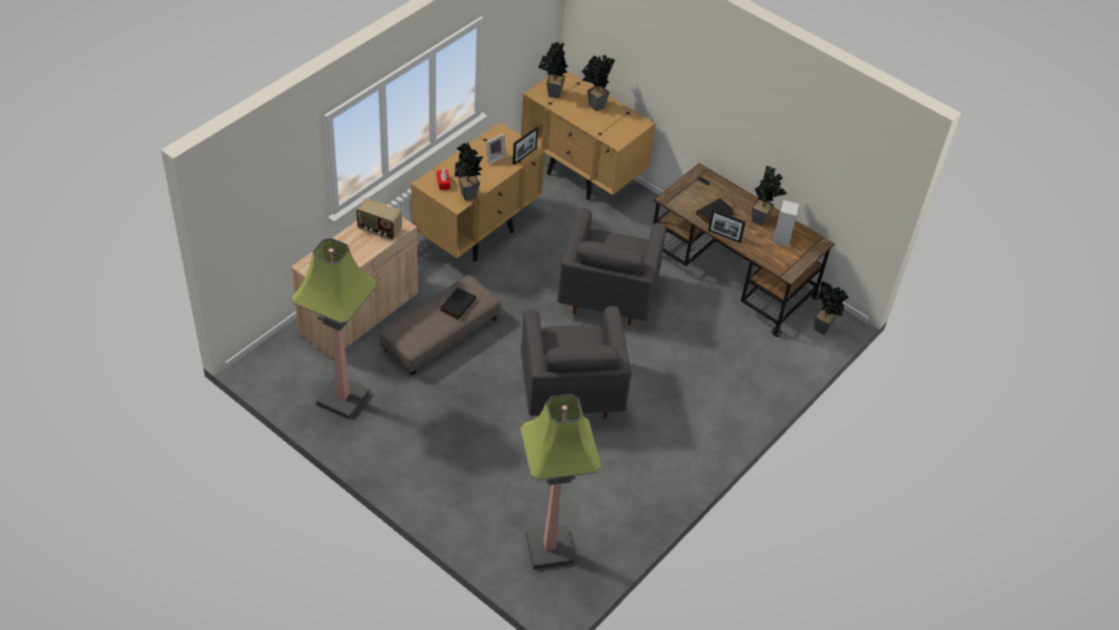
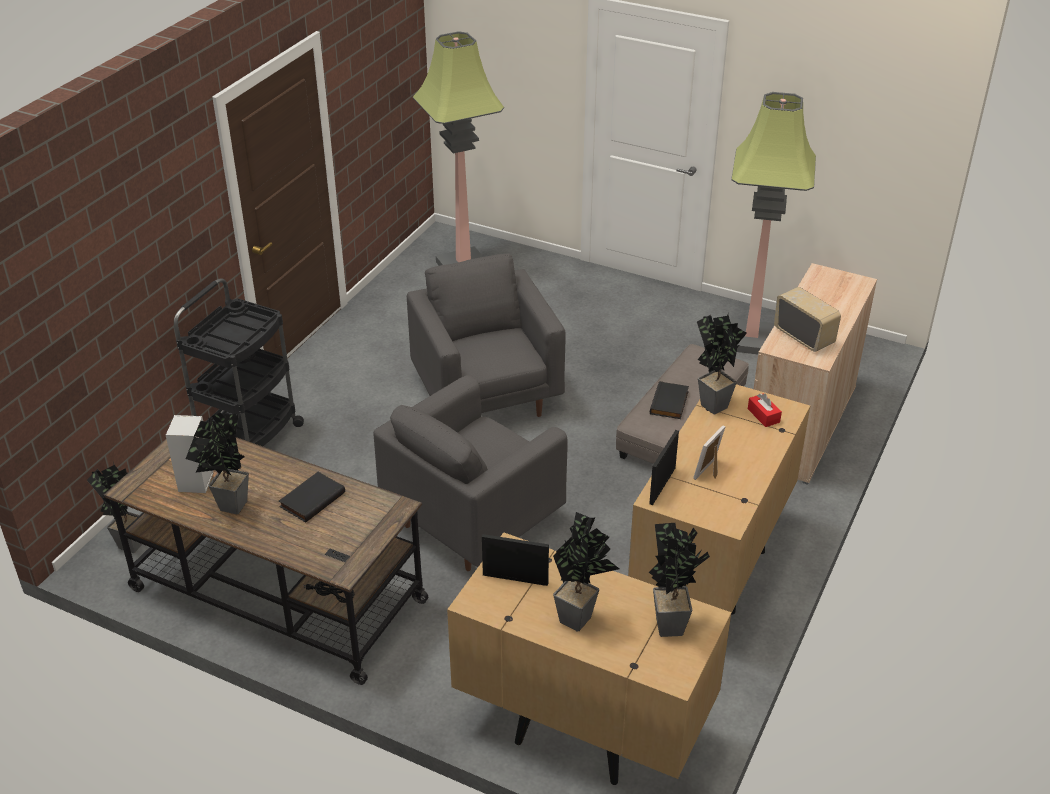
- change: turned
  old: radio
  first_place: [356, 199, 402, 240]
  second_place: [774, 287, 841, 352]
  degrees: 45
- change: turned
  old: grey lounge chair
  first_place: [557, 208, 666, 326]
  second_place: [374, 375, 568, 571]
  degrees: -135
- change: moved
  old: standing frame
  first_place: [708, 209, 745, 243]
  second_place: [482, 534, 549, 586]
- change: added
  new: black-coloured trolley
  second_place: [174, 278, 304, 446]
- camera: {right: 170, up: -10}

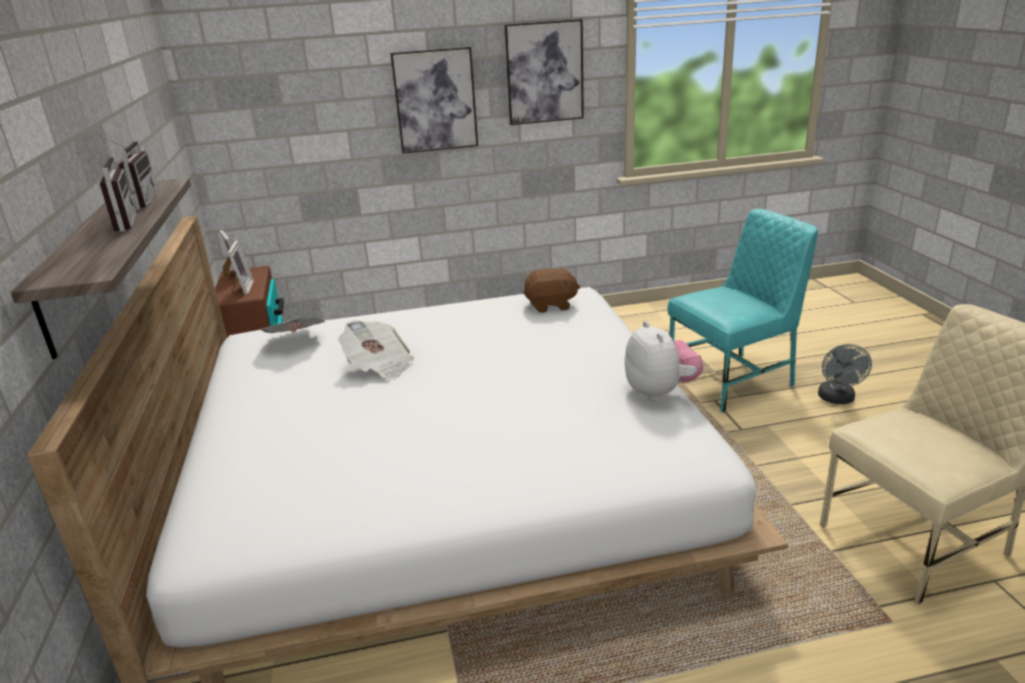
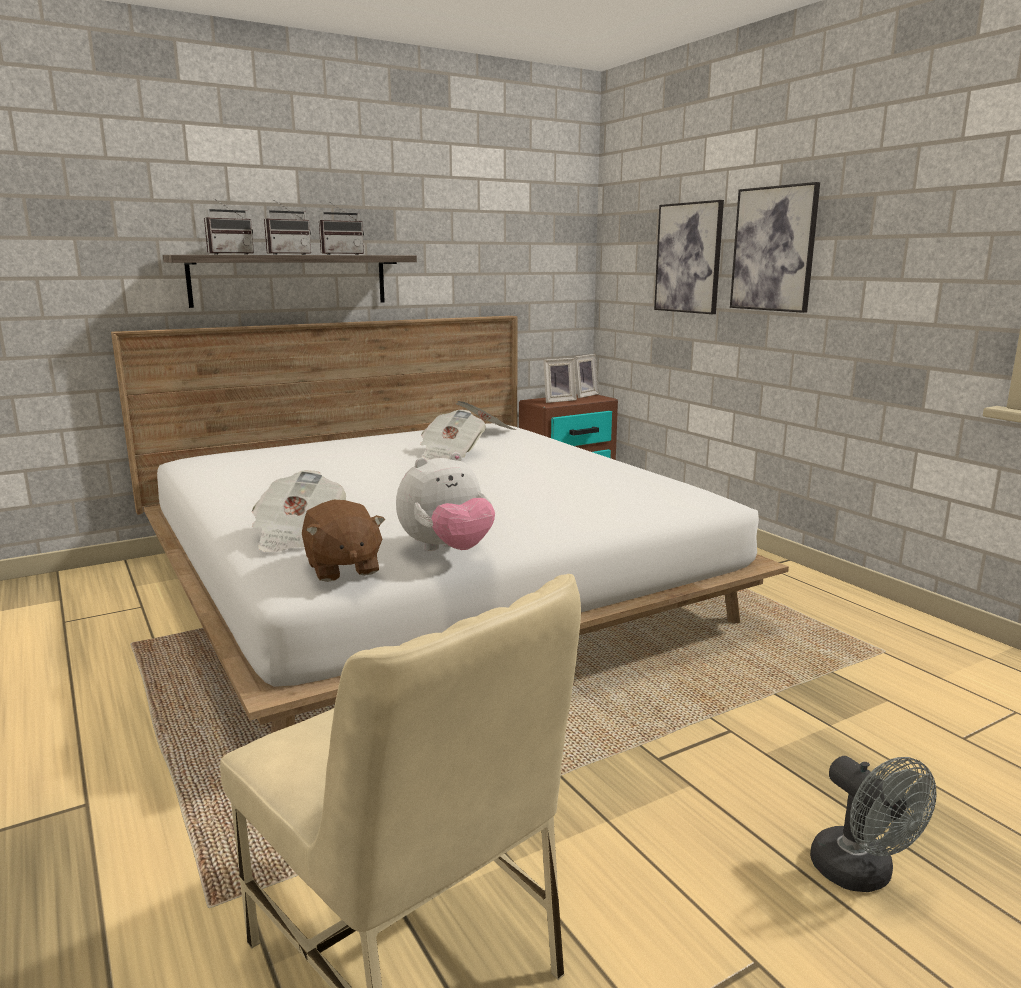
- change: moved
  old: picture
  first_place: [504, 19, 584, 125]
  second_place: [654, 200, 724, 314]
- change: moved
  old: brown cuddly toy
  first_place: [523, 267, 581, 313]
  second_place: [302, 500, 385, 582]
- change: removed
  old: turquoise plain chair
  first_place: [668, 209, 818, 412]
- change: turned
  old: grey fan
  first_place: [818, 344, 872, 404]
  second_place: [810, 756, 937, 892]
  degrees: -105
- change: added
  new: radio
  second_place: [204, 198, 254, 255]
- change: added
  new: daily paper
  second_place: [252, 470, 346, 552]
- camera: {right: 70, up: -10}

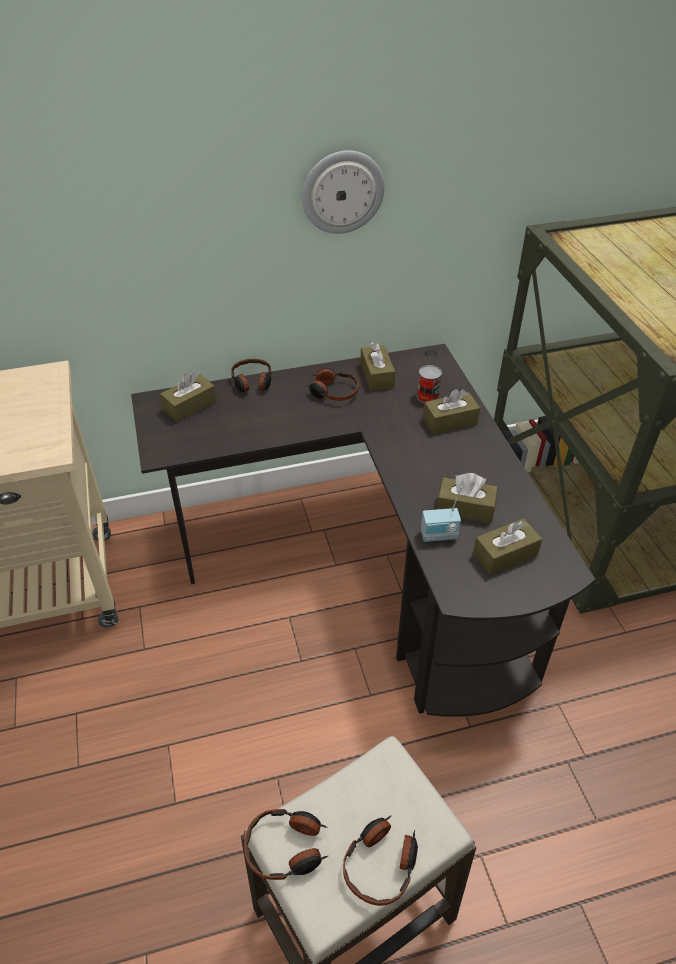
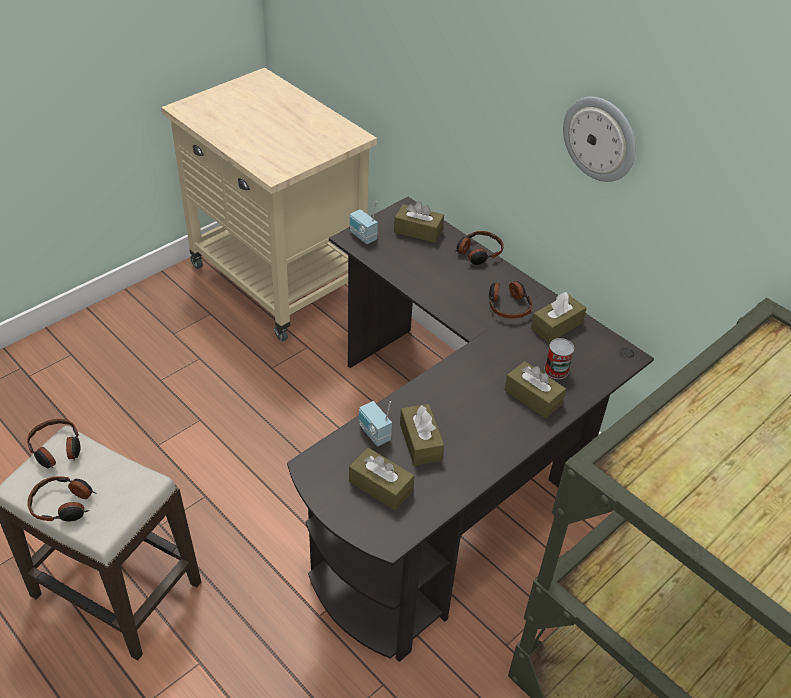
- change: added
  new: radio
  second_place: [350, 201, 378, 244]
- camera: {right: 60, up: 0}

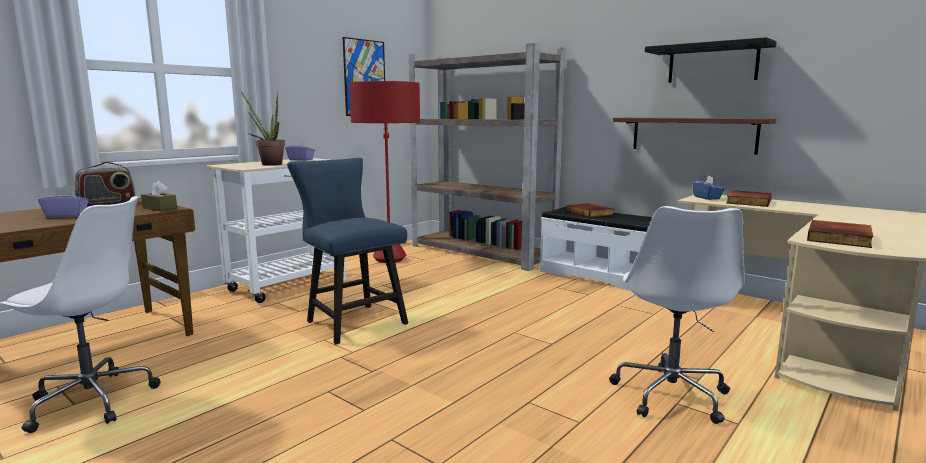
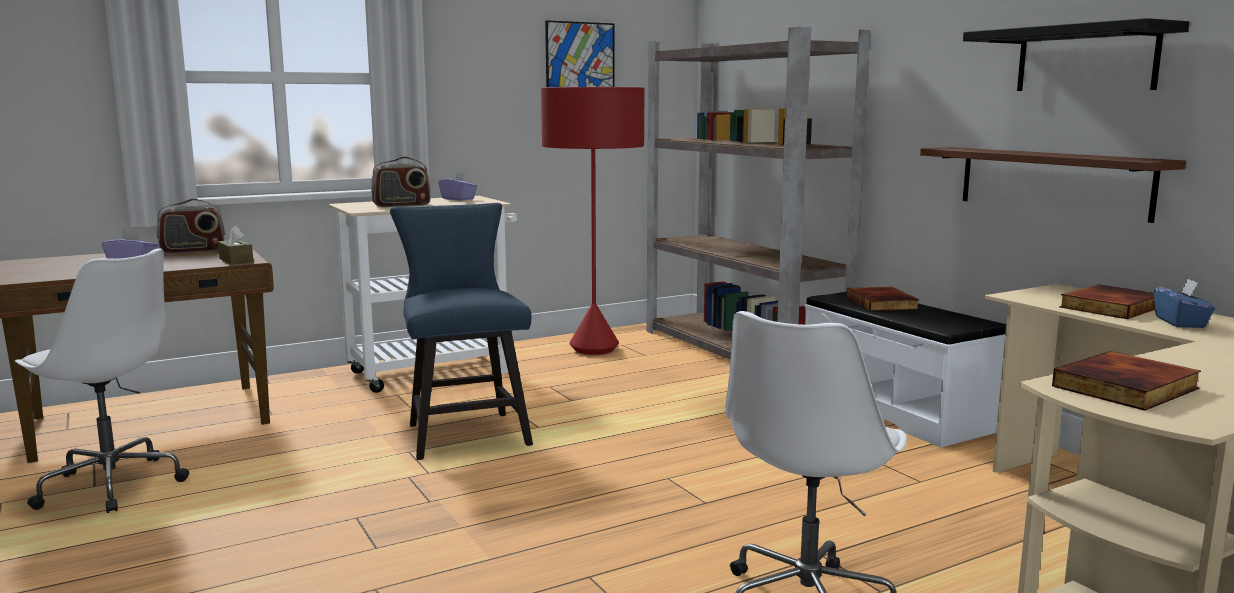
- change: replaced
  old: potted plant
  new: radio
  first_place: [241, 92, 285, 166]
  second_place: [371, 156, 431, 207]
- change: moved
  old: blue-coloured box of tissues
  first_place: [692, 176, 724, 200]
  second_place: [1154, 278, 1215, 328]
- camera: {right: 20, up: 0}

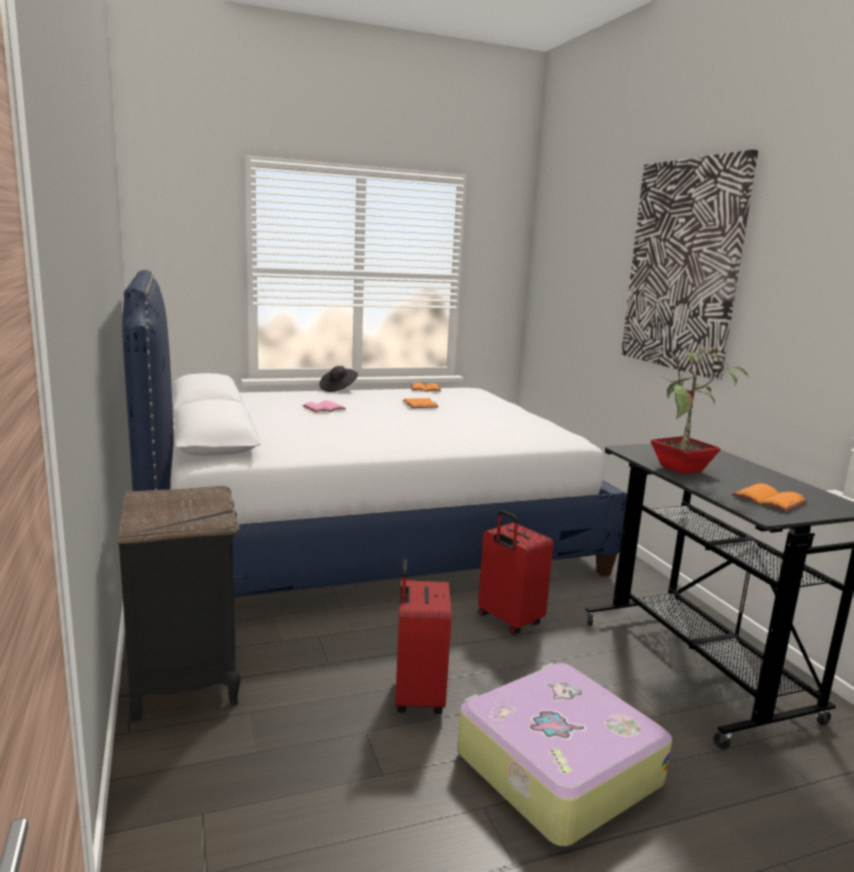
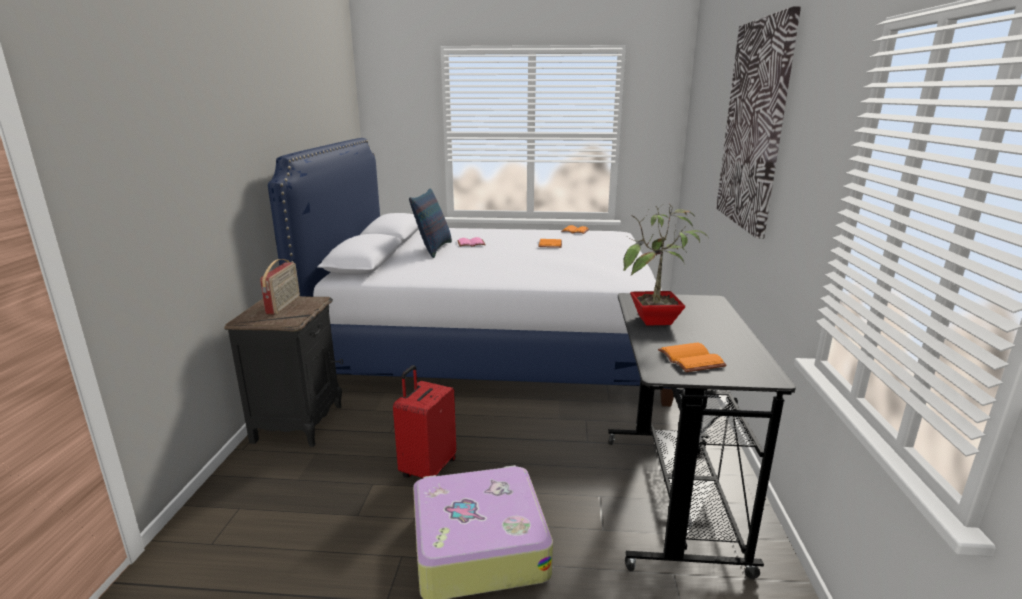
- change: removed
  old: black-coloured wearable hat
  first_place: [319, 366, 358, 392]
- change: removed
  old: red-coloured suitcase
  first_place: [478, 510, 553, 634]
- change: added
  new: radio
  second_place: [260, 259, 300, 315]
- change: added
  new: blue-coloured throw pillow
  second_place: [409, 189, 452, 258]
- camera: {right: 25, up: 5}

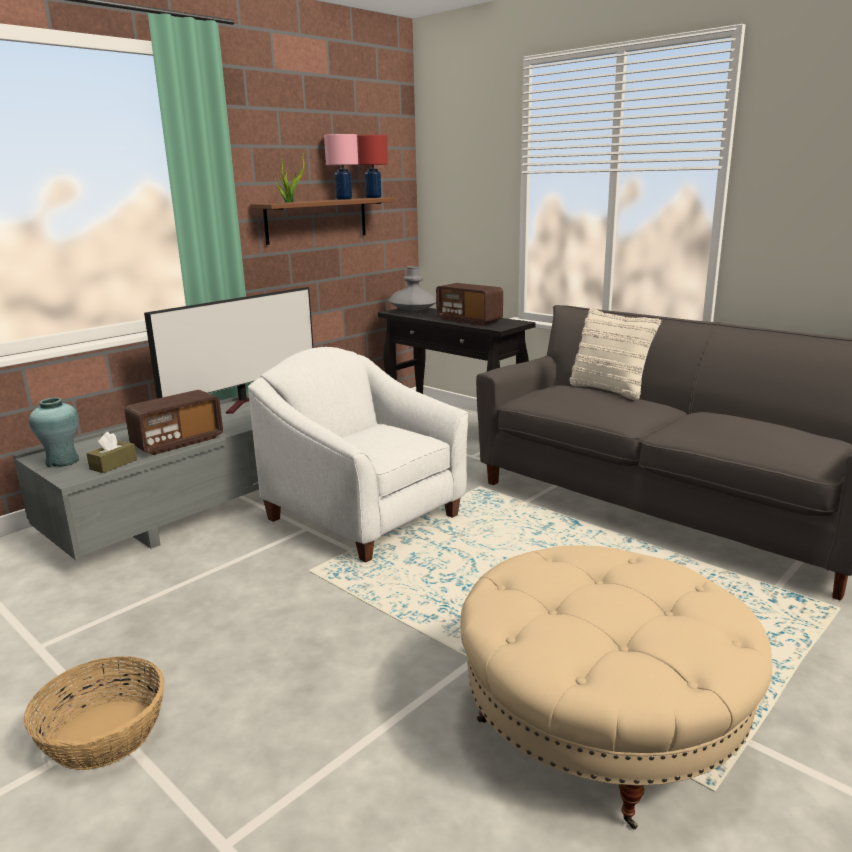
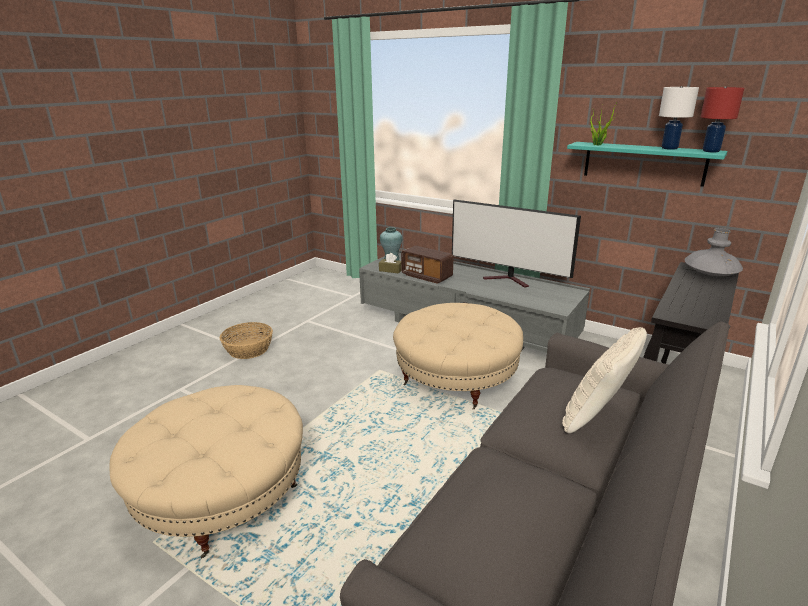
- change: replaced
  old: white lounge chair
  new: beige footrest
  first_place: [248, 347, 469, 563]
  second_place: [393, 303, 523, 410]
- change: recoloured
  old: brown wall shelf
  new: turquoise wall shelf
  first_place: [250, 198, 395, 245]
  second_place: [567, 142, 728, 187]
- change: recoloured
  old: pink table lamp
  new: white table lamp
  first_place: [324, 134, 358, 200]
  second_place: [659, 86, 699, 150]
- change: removed
  old: radio
  first_place: [436, 283, 503, 326]
- camera: {right: 80, up: 5}

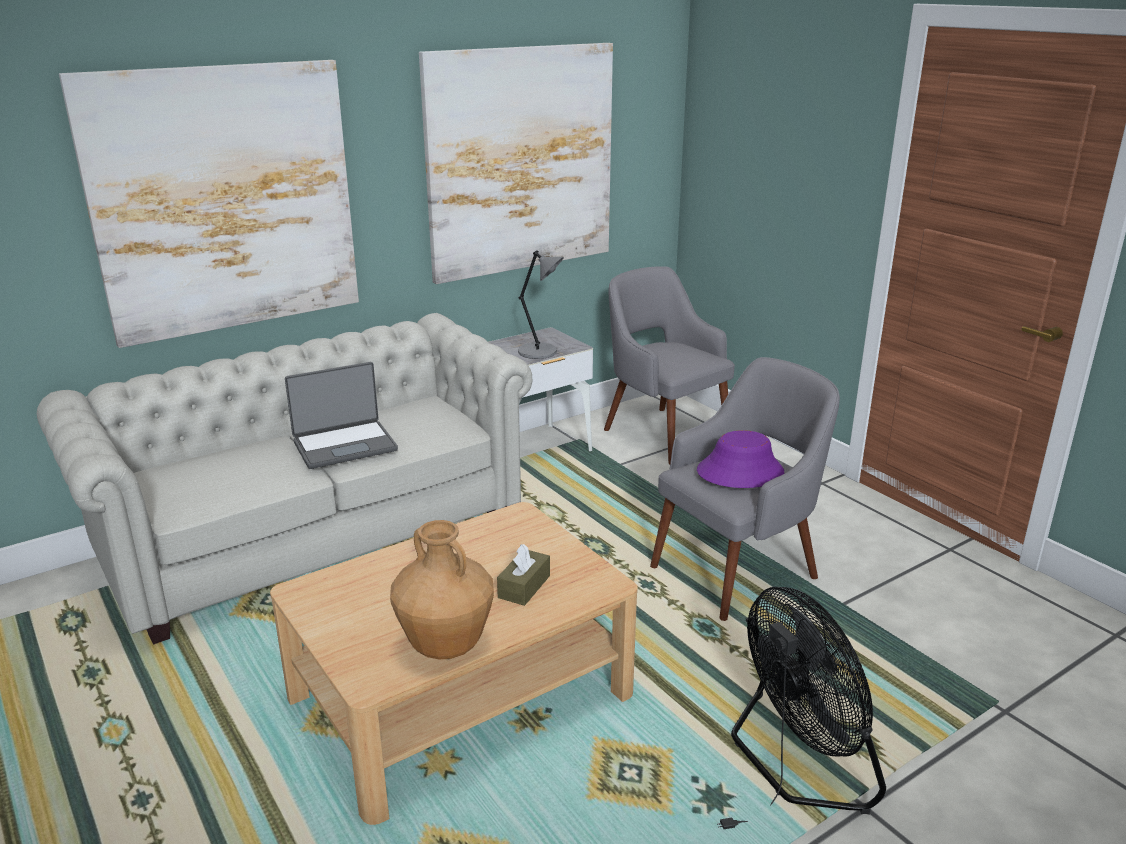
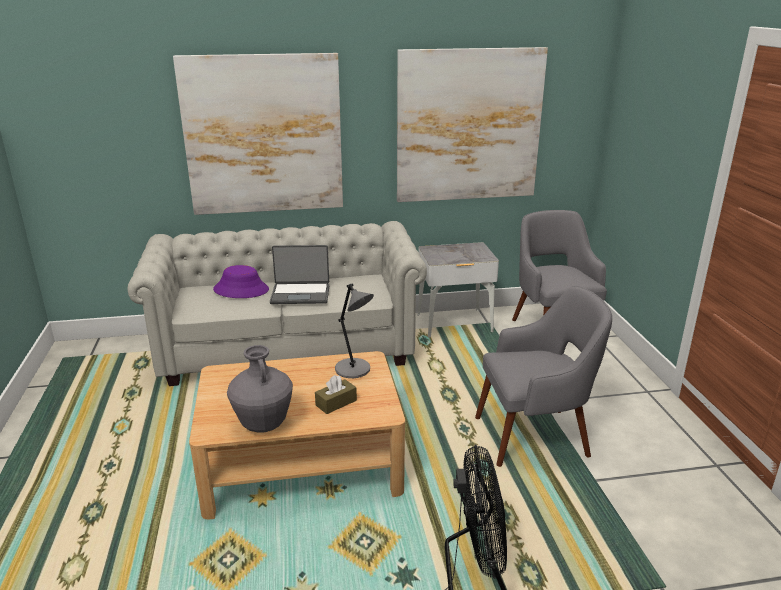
- change: recoloured
  old: brown decorative vase
  new: grey decorative vase
  first_place: [390, 520, 494, 660]
  second_place: [227, 345, 293, 433]
- change: moved
  old: grey table lamp
  first_place: [518, 250, 564, 359]
  second_place: [335, 283, 374, 378]
- change: moved
  old: purplish wearable hat
  first_place: [697, 430, 784, 488]
  second_place: [213, 265, 269, 298]
- camera: {right: 25, up: 0}

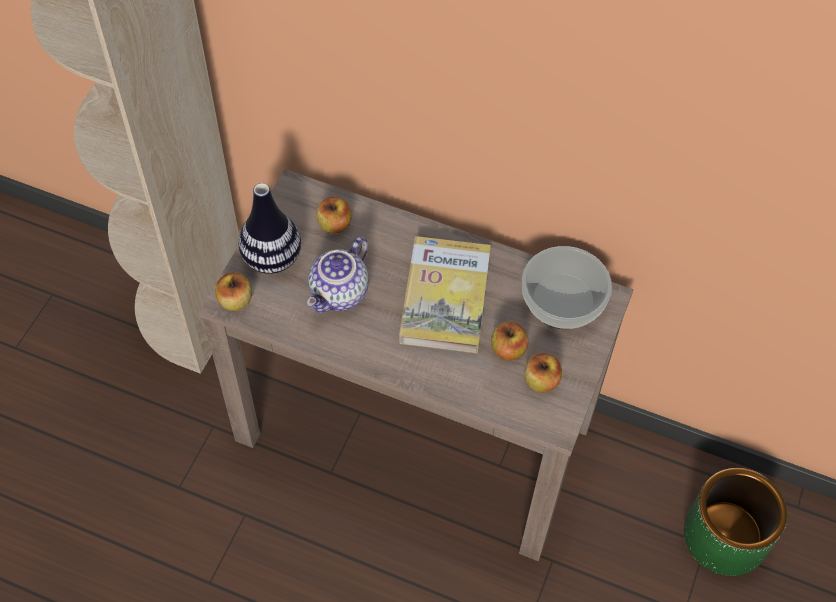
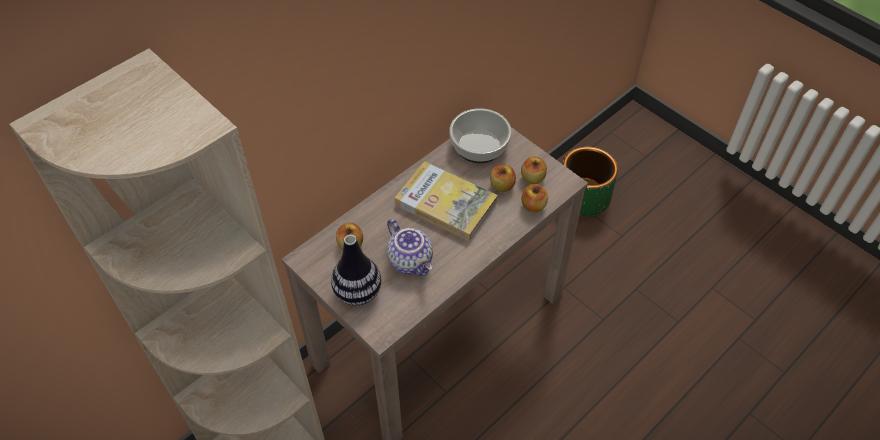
- change: moved
  old: apple fruit
  first_place: [215, 272, 252, 311]
  second_place: [521, 184, 548, 213]
- camera: {right: -65, up: -5}

